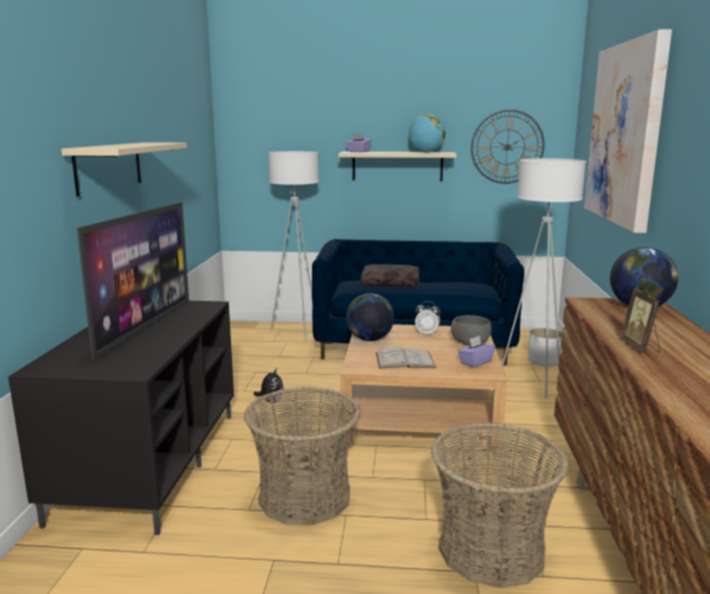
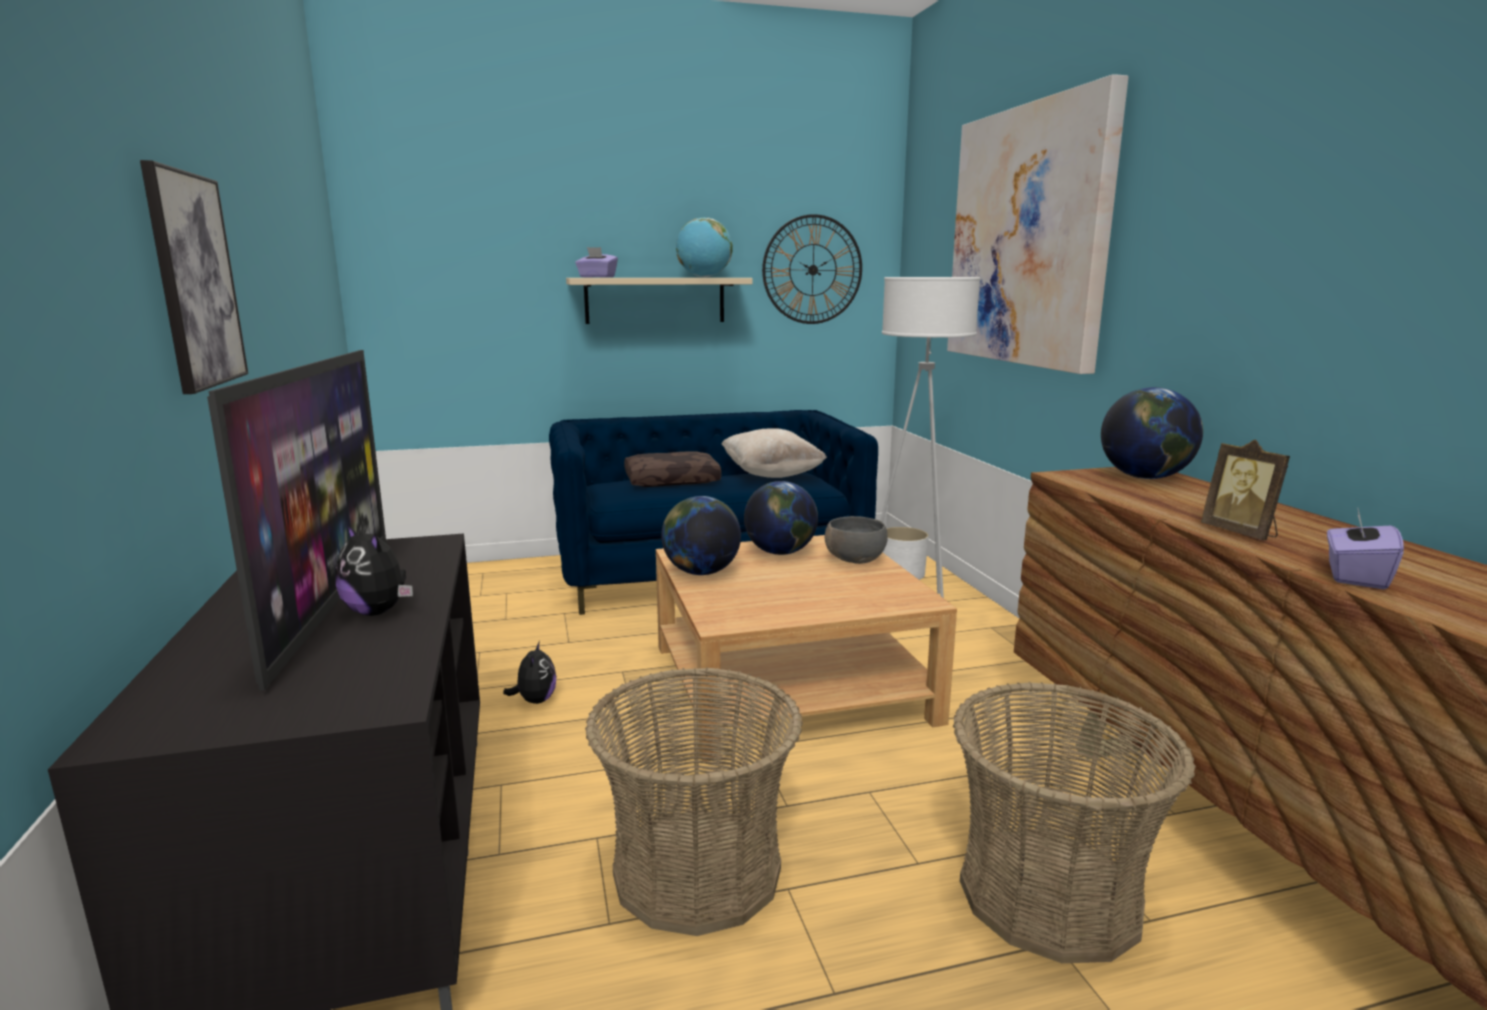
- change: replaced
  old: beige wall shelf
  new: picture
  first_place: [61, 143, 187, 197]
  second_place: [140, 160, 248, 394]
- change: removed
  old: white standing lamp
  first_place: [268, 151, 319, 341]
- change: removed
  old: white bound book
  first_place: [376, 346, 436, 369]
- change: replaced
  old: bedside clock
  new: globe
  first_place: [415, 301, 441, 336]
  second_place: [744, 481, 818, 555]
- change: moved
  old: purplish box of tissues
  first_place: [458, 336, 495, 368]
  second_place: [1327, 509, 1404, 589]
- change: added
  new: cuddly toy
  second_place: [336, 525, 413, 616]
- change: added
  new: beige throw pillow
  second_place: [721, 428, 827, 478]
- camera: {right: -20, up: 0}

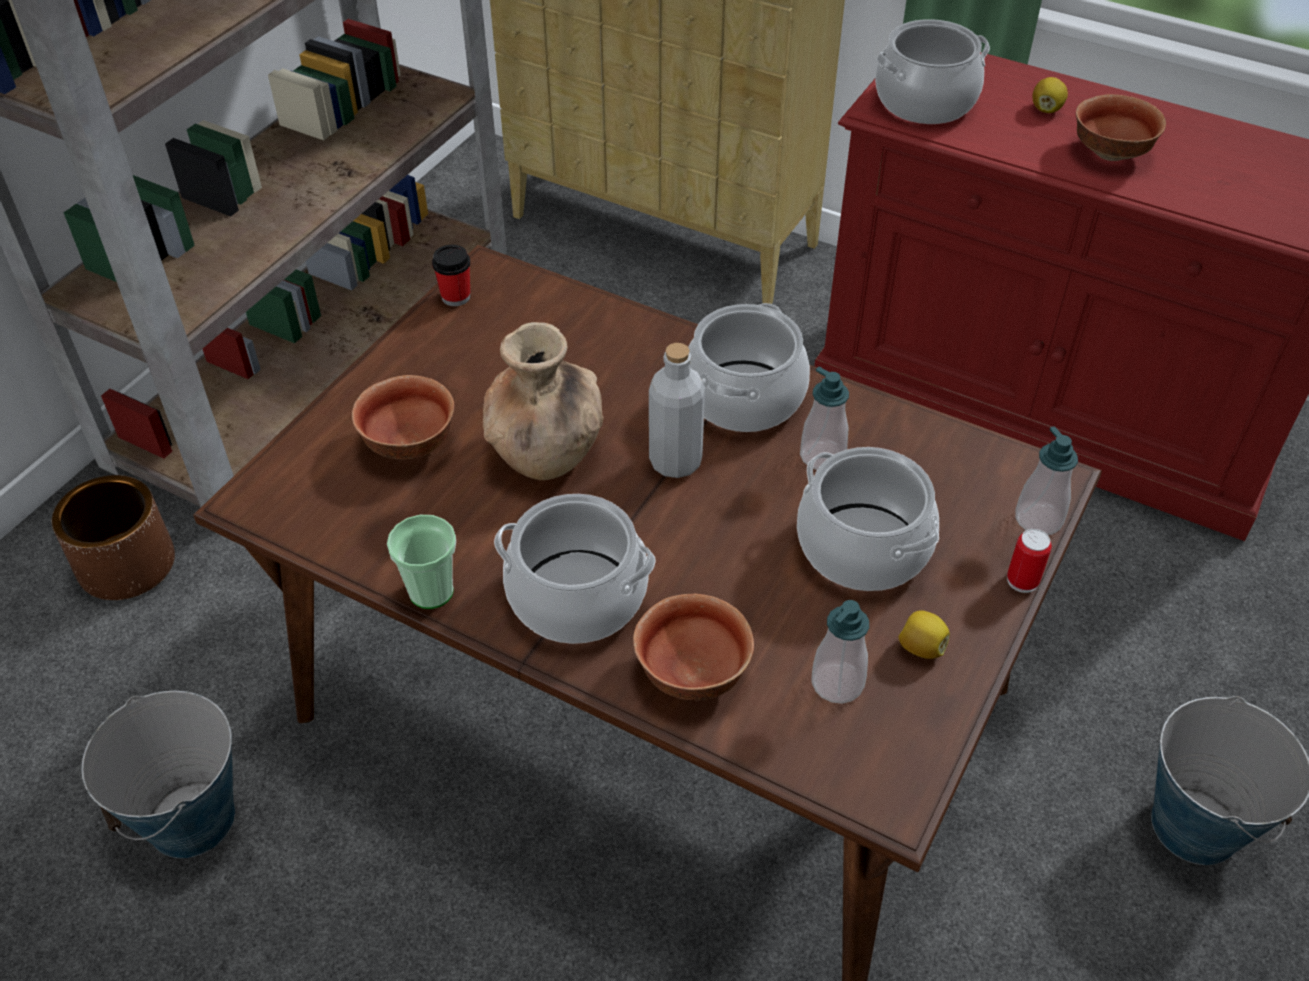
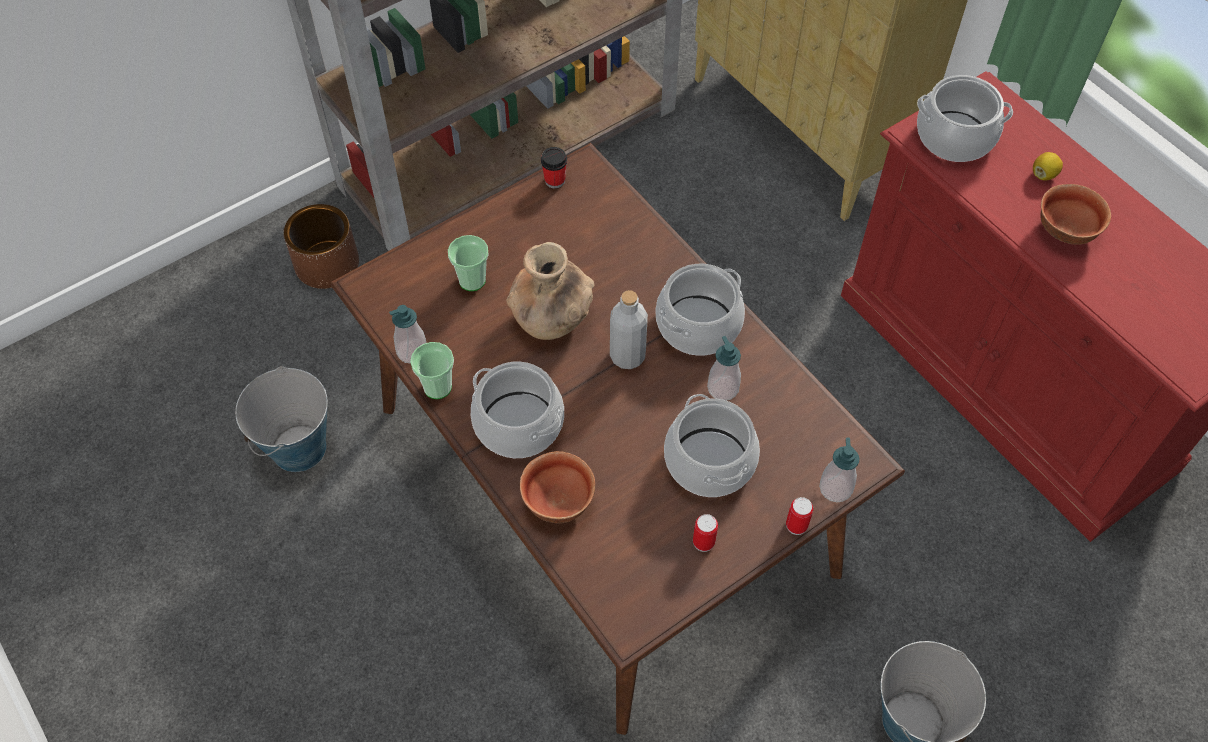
- change: replaced
  old: serving bowl
  new: small cup
  first_place: [352, 375, 454, 459]
  second_place: [448, 235, 489, 291]
- change: moved
  old: soap dispenser
  first_place: [811, 600, 869, 704]
  second_place: [389, 305, 426, 364]
- change: replaced
  old: citrus fruit
  new: sealed can
  first_place: [899, 610, 950, 659]
  second_place: [693, 514, 718, 552]
- camera: {right: 25, up: 10}

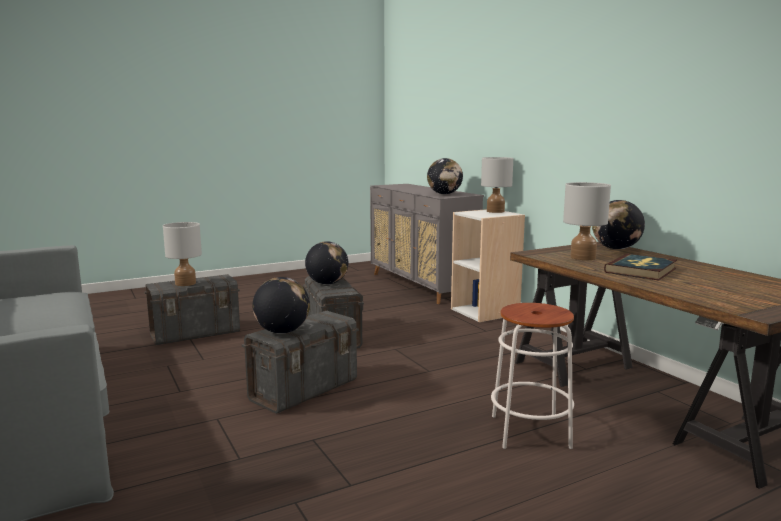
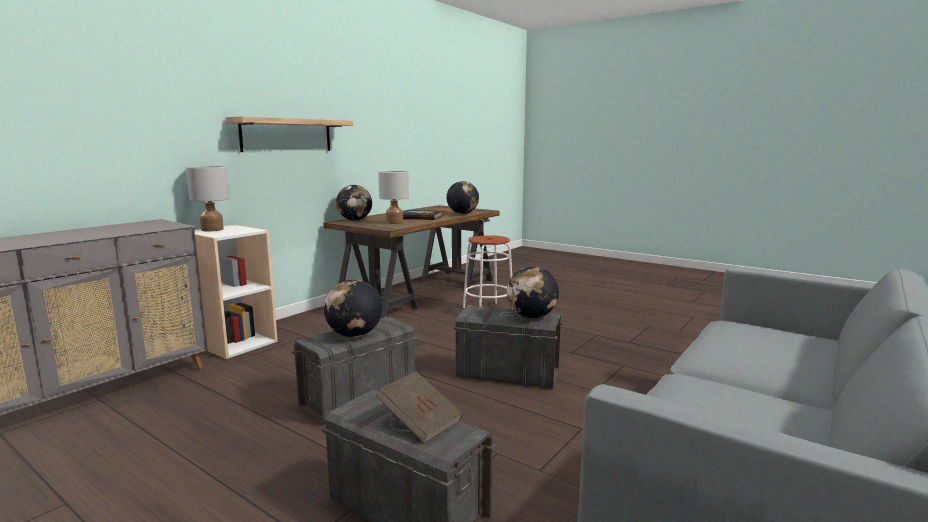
- change: replaced
  old: grey table lamp
  new: brown bound book
  first_place: [163, 222, 202, 286]
  second_place: [376, 371, 463, 443]
- change: moved
  old: globe
  first_place: [427, 158, 463, 194]
  second_place: [447, 181, 479, 214]
- change: added
  new: wall shelf
  second_place: [225, 116, 353, 152]
- camera: {right: -115, up: 0}

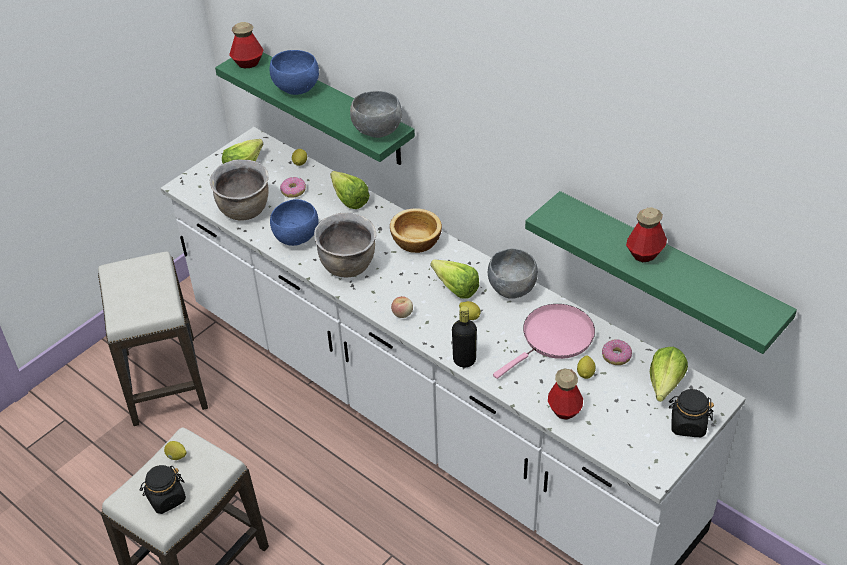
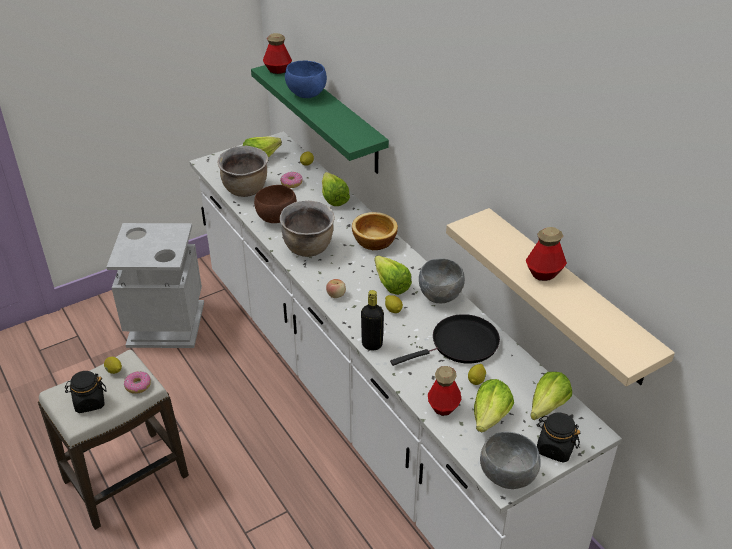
- change: replaced
  old: stool seat
  new: grey rubbish bin
  first_place: [98, 252, 208, 426]
  second_place: [107, 223, 204, 348]
- change: recoloured
  old: blue-coloured serving bowl
  new: brown serving bowl
  first_place: [270, 199, 319, 246]
  second_place: [254, 185, 297, 223]
- change: moved
  old: grey serving bowl
  first_place: [350, 91, 402, 138]
  second_place: [480, 432, 541, 489]
- change: recoloured
  old: pink frying pan
  new: black-coloured frying pan
  first_place: [493, 304, 595, 379]
  second_place: [390, 314, 500, 366]
- change: recoloured
  old: greenish wall shelf
  new: beige wall shelf
  first_place: [525, 191, 797, 354]
  second_place: [446, 208, 675, 387]
- change: moved
  old: doughnut
  first_place: [602, 339, 632, 365]
  second_place: [124, 371, 151, 394]
- change: added
  new: lettuce
  second_place: [474, 379, 514, 432]
- camera: {right: 15, up: -5}

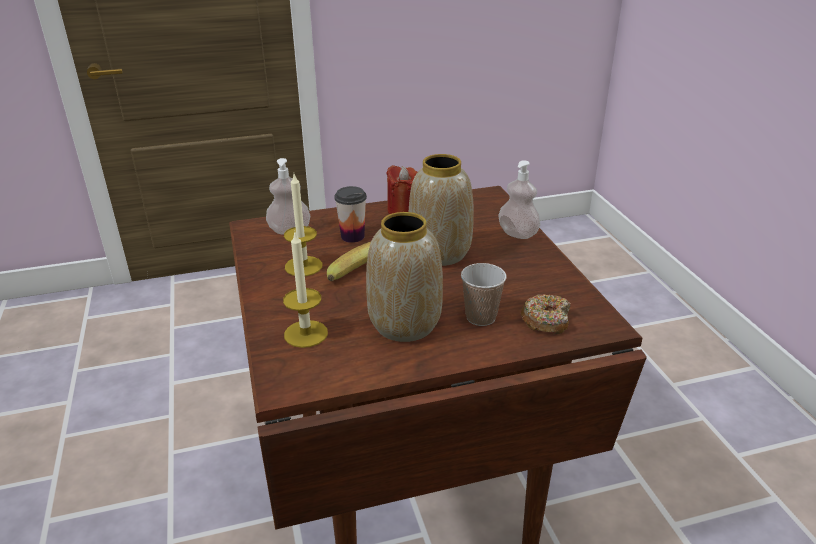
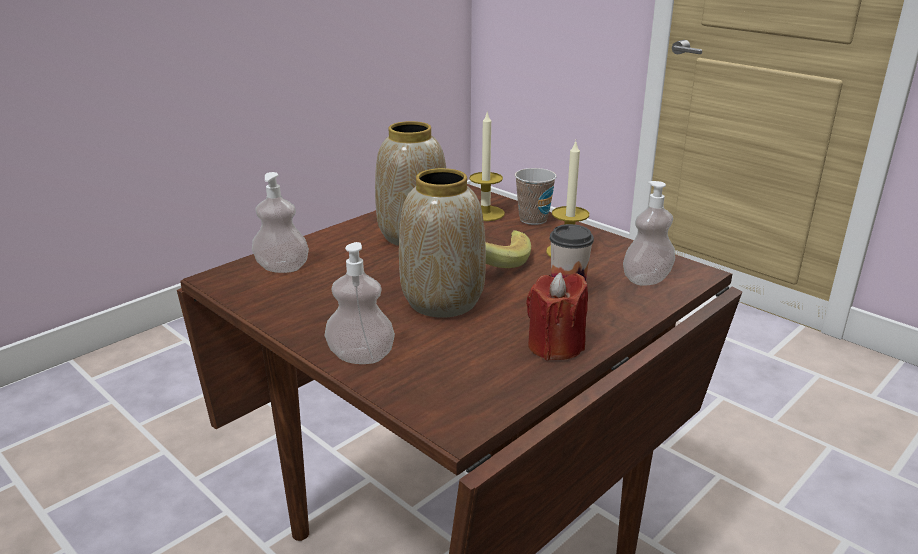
- change: moved
  old: small cup
  first_place: [461, 263, 506, 326]
  second_place: [515, 168, 556, 225]
- change: replaced
  old: doughnut
  new: soap dispenser
  first_place: [521, 294, 571, 335]
  second_place: [252, 172, 309, 273]
- camera: {right: 150, up: -5}

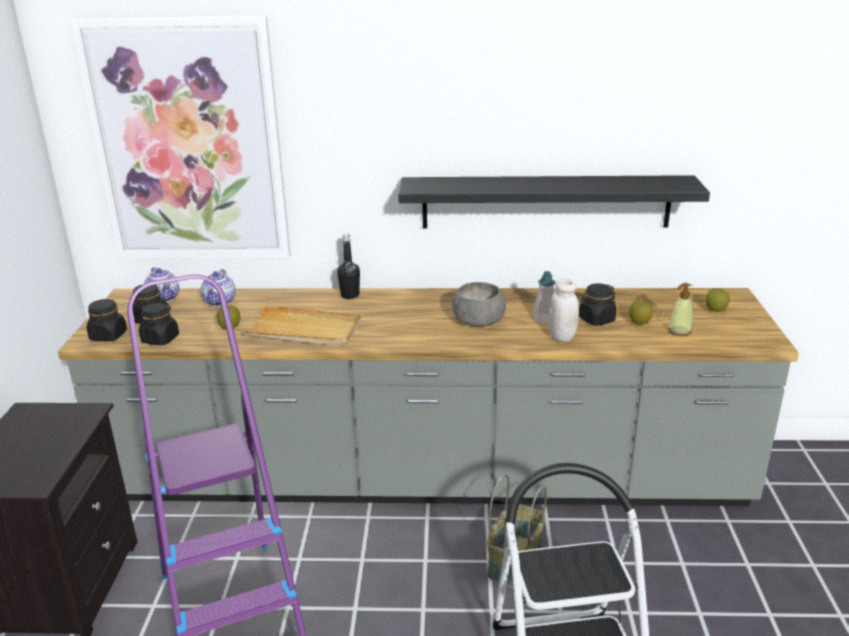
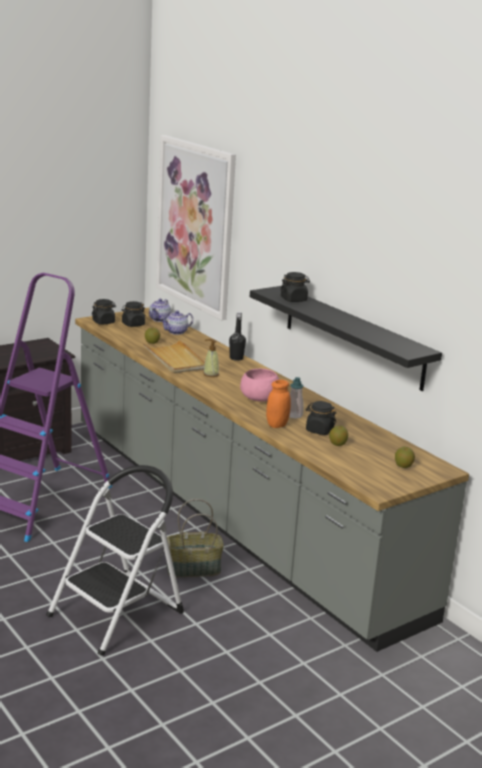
- change: moved
  old: black-coloured jar
  first_place: [139, 302, 179, 345]
  second_place: [280, 272, 310, 302]
- change: recoloured
  old: grey serving bowl
  new: pink serving bowl
  first_place: [452, 282, 506, 327]
  second_place: [240, 369, 279, 402]
- change: recoloured
  old: white jar
  new: orange jar
  first_place: [549, 278, 579, 342]
  second_place: [266, 380, 291, 428]
- change: moved
  old: soap dispenser
  first_place: [668, 283, 692, 336]
  second_place: [203, 339, 219, 377]
- camera: {right: 50, up: -5}

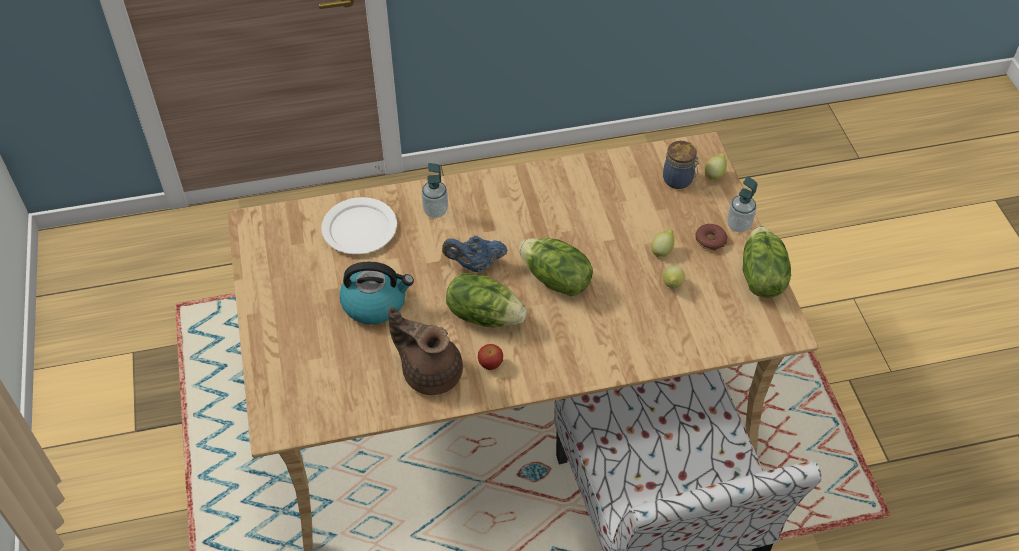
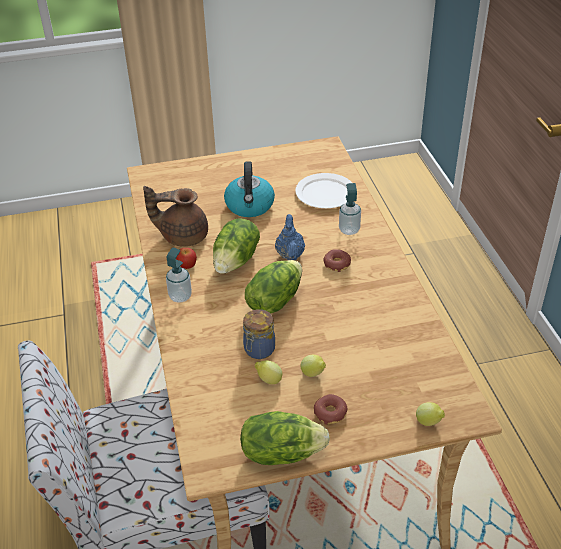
- change: turned
  old: brown pot for tea
  first_place: [388, 307, 463, 395]
  second_place: [143, 186, 208, 247]
  degrees: -120
- change: moved
  old: jar
  first_place: [663, 141, 699, 189]
  second_place: [243, 309, 275, 359]
- change: moved
  old: soap dispenser
  first_place: [727, 177, 757, 232]
  second_place: [166, 247, 192, 303]
- change: added
  new: doughnut
  second_place: [323, 249, 351, 272]
- camera: {right: 90, up: -10}

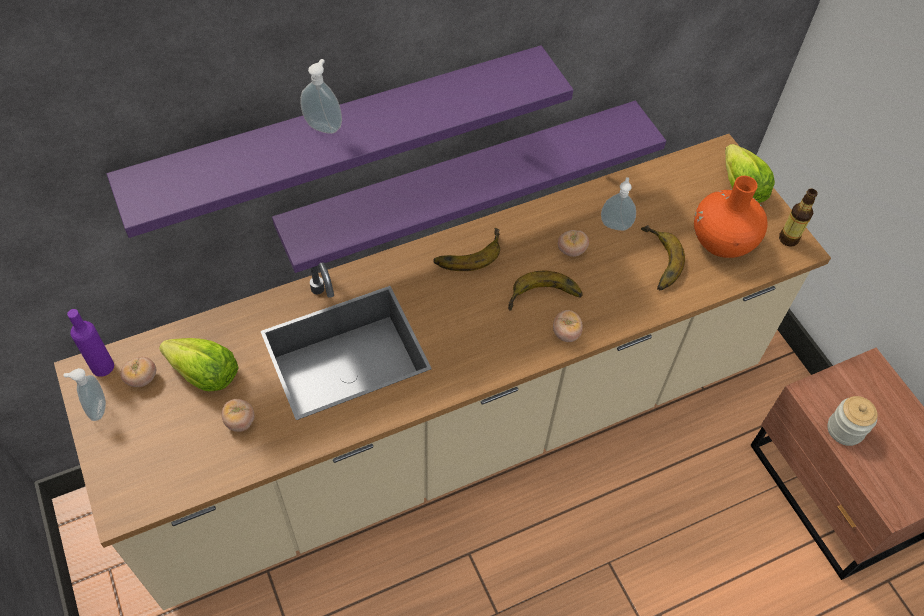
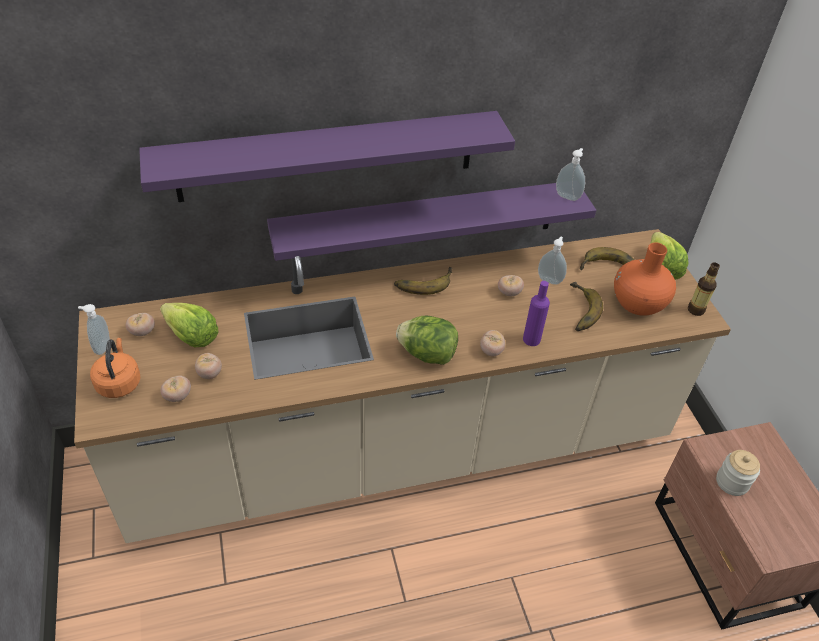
- change: moved
  old: purplish bottle
  first_place: [67, 309, 114, 377]
  second_place: [523, 281, 550, 346]
- change: moved
  old: soap dispenser
  first_place: [300, 59, 342, 134]
  second_place: [556, 148, 585, 201]
- change: moved
  old: banana
  first_place: [508, 271, 583, 311]
  second_place: [580, 247, 634, 270]
- change: added
  new: orange tea kettle
  second_place: [90, 338, 141, 398]
- change: added
  new: fresh tomato
  second_place: [160, 375, 191, 402]
- change: added
  new: lettuce
  second_place: [396, 315, 458, 365]
- camera: {right: 10, up: -10}

